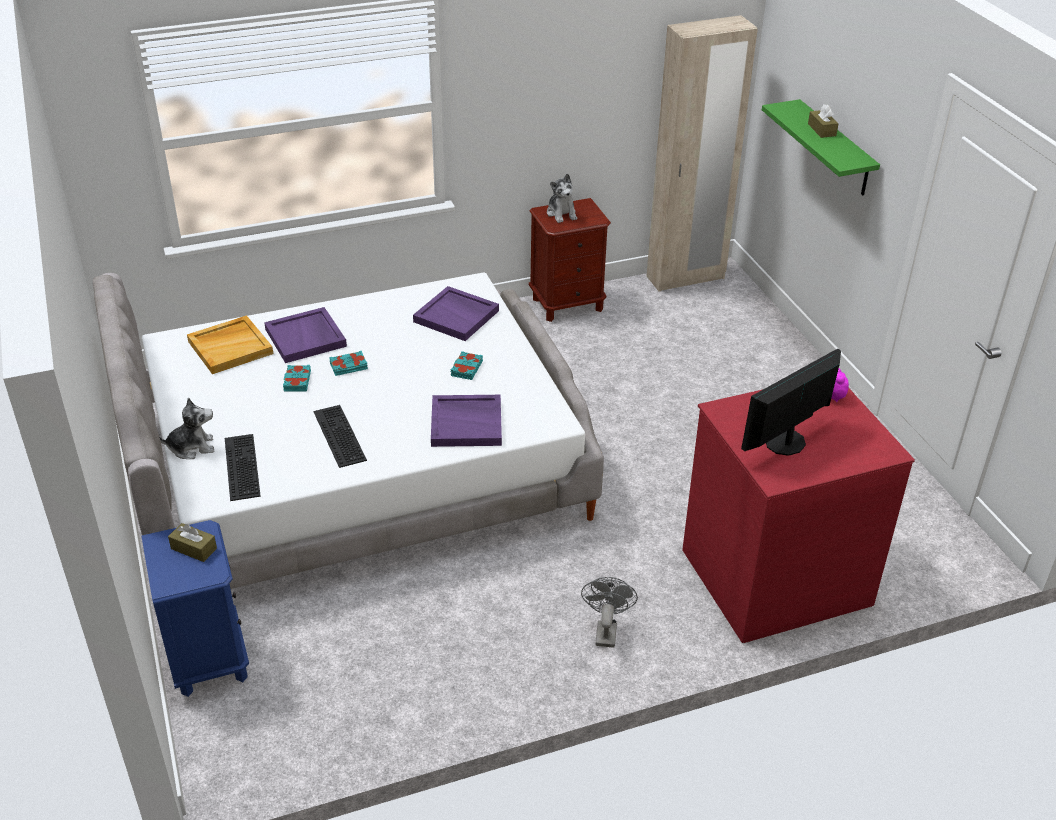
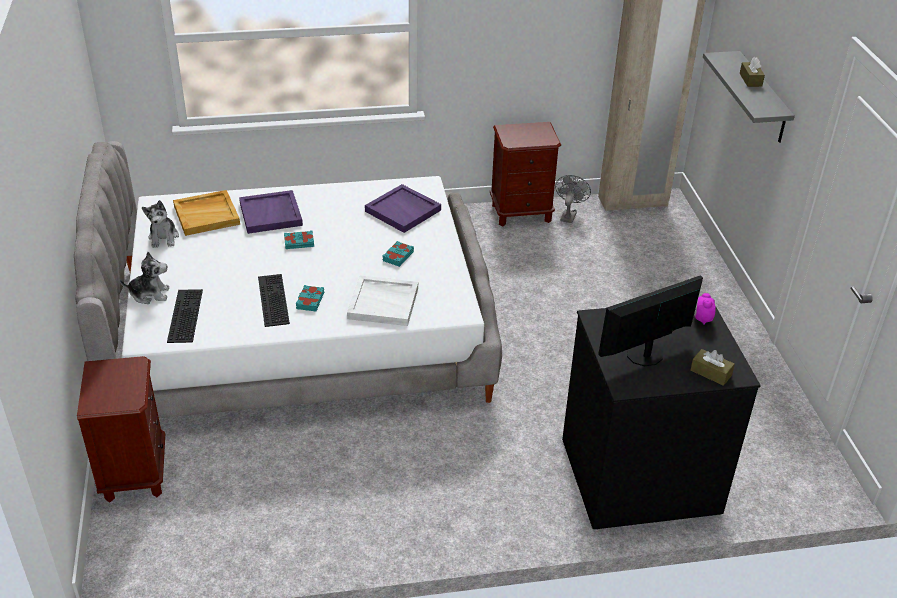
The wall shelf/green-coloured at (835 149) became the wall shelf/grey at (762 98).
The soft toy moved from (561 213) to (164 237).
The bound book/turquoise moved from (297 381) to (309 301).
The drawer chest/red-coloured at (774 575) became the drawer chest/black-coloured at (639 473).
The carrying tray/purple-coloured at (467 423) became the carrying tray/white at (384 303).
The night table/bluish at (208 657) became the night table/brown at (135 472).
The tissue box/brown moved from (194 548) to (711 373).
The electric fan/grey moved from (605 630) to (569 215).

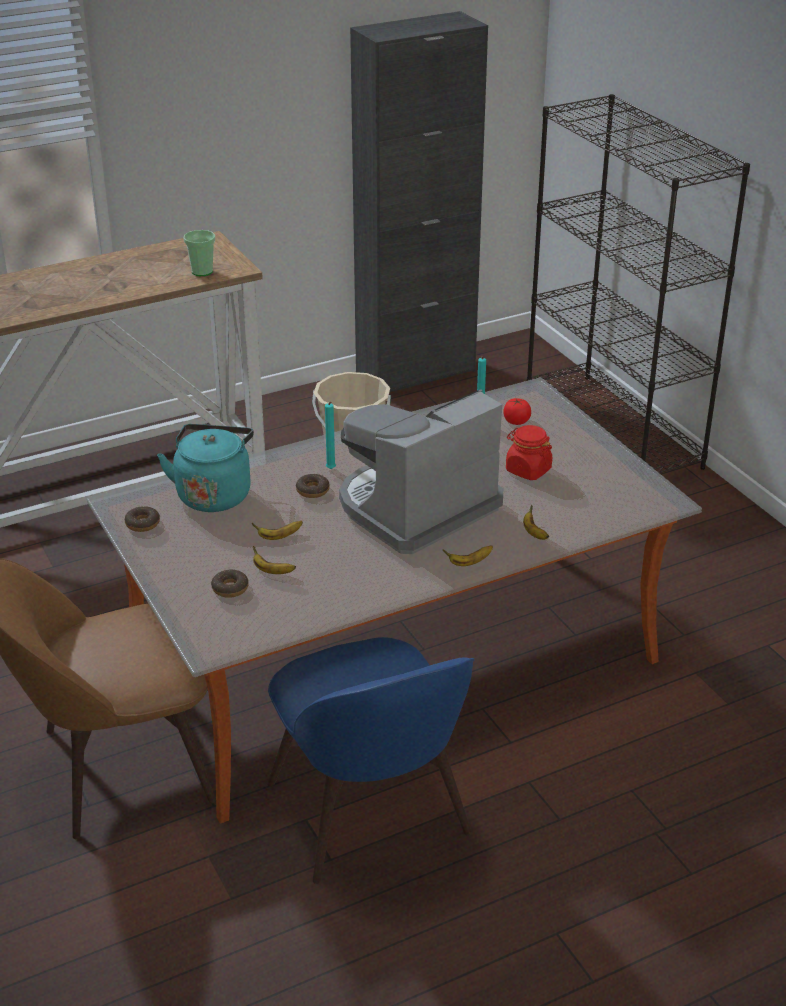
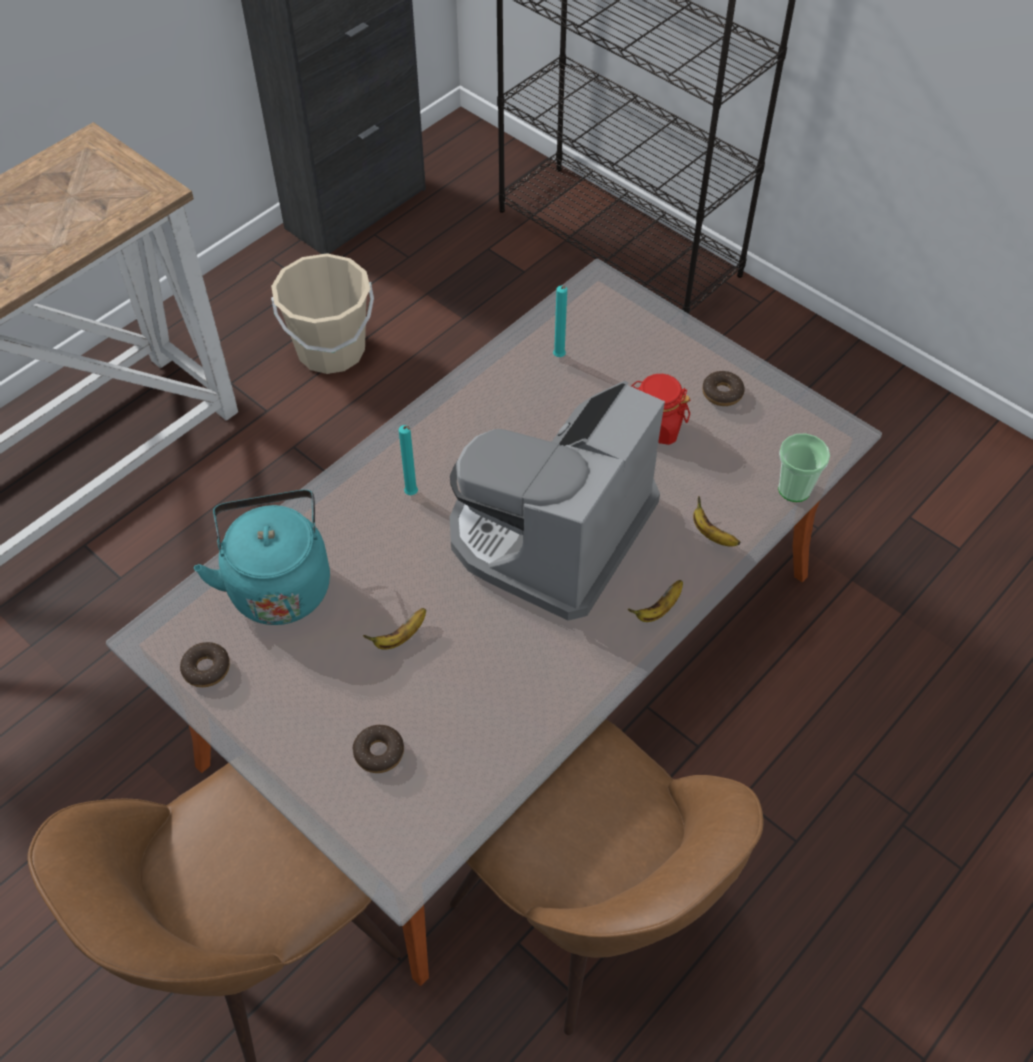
The cup moved from (202 271) to (794 489).
The whole tomato at (516 421) disappeared.
The donut moved from (312 490) to (722 393).
The whole banana at (272 571) disappeared.
The plain chair/bluish at (371 814) became the plain chair/brown at (589 909).

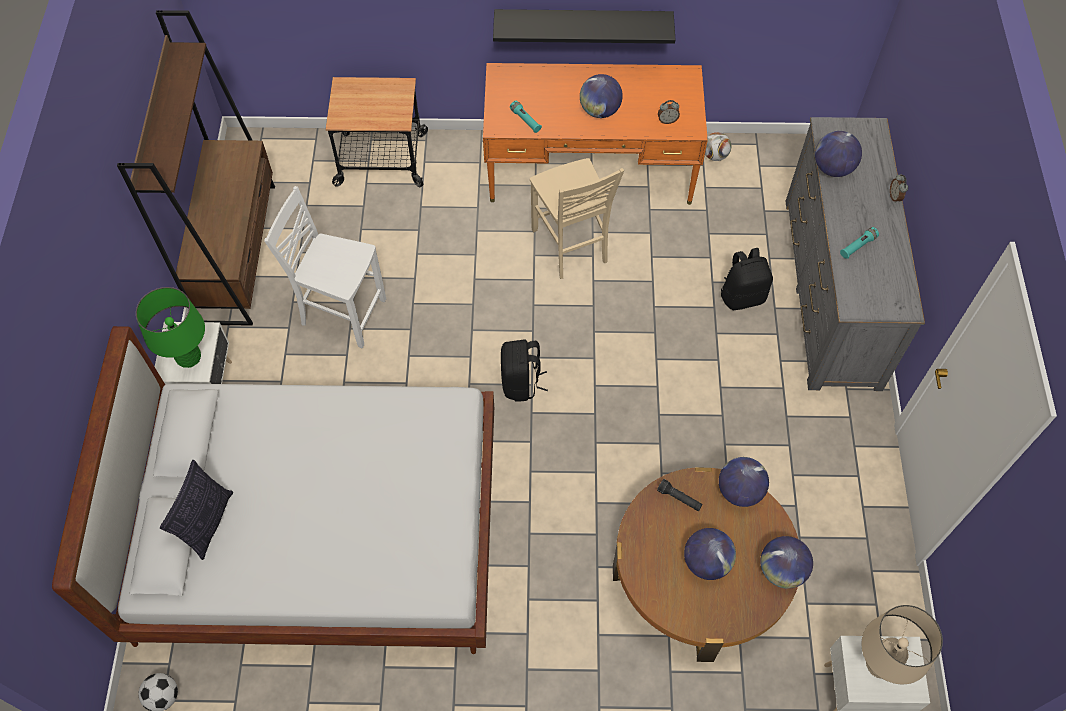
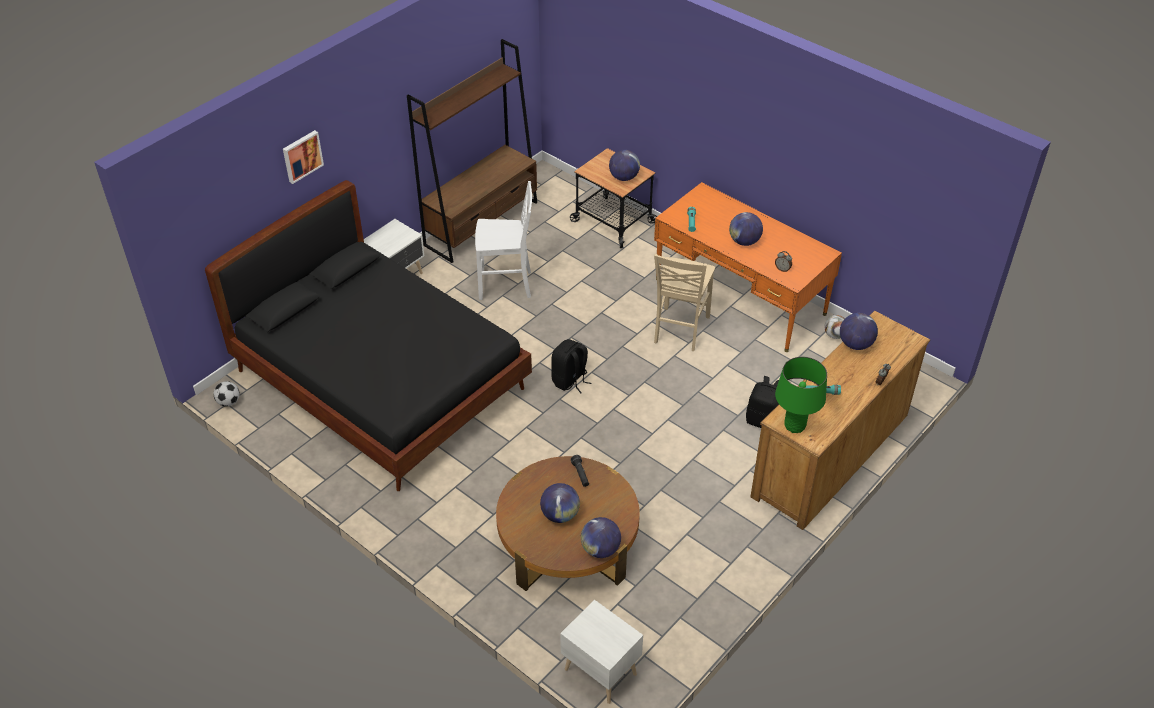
The wall shelf/black-coloured at (583 23) disappeared.
The drawer chest/grey at (831 291) became the drawer chest/brown at (831 455).
The plain chair/white at (342 312) turned 120 degrees clockwise.
The table lamp/green-coloured moved from (188 358) to (794 426).
The bed/white at (320 531) became the bed/black-coloured at (382 381).
The world globe moved from (739 491) to (624 177).
The pillow at (208 522) disappeared.
The table lamp/beige-coloured at (880 665) disappeared.
The wall picture at (302 156) appeared.

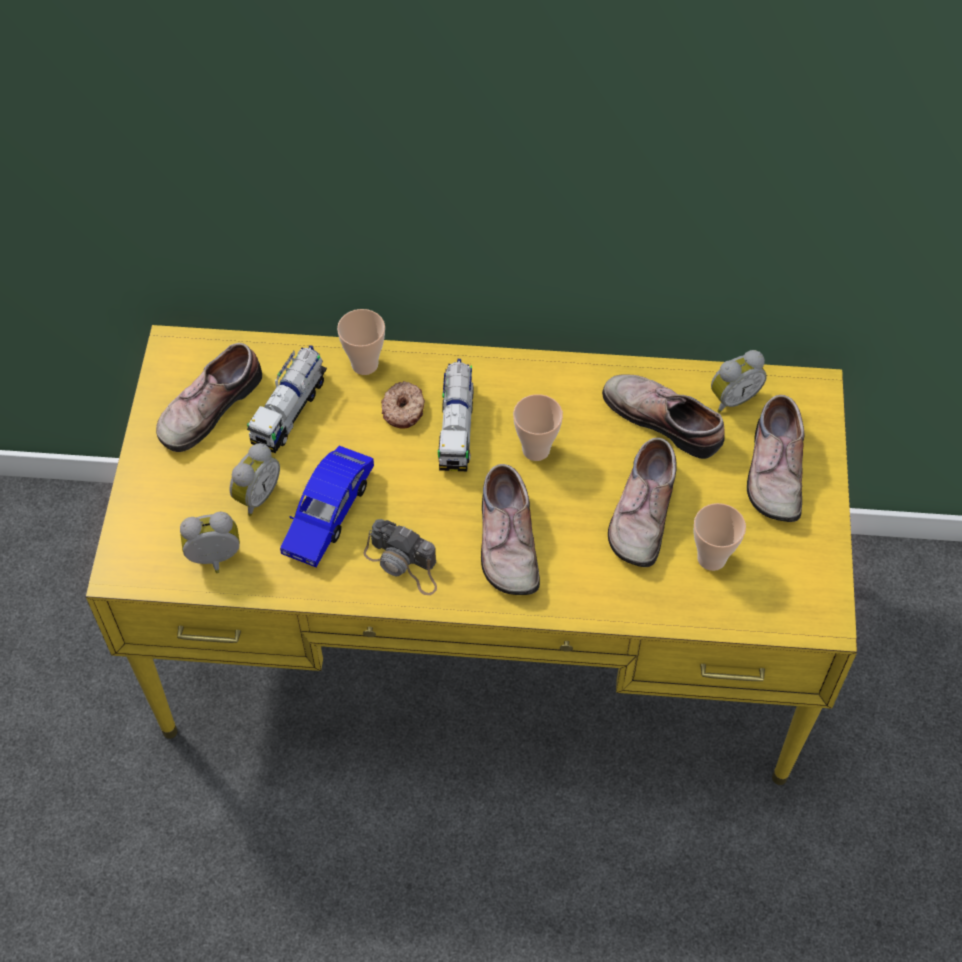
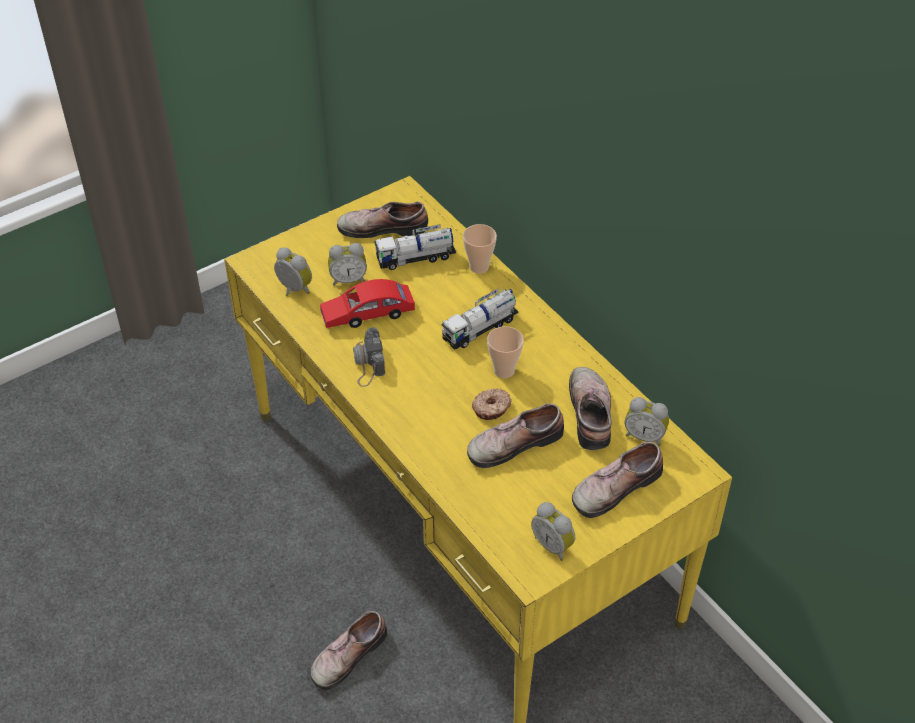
The donut moved from (404 410) to (492 408).
The model car/bluish at (329 513) became the model car/red-coloured at (367 314).
The shoe moved from (505 541) to (346 655).
The cup at (711 558) disappeared.
The table clock at (553 545) appeared.

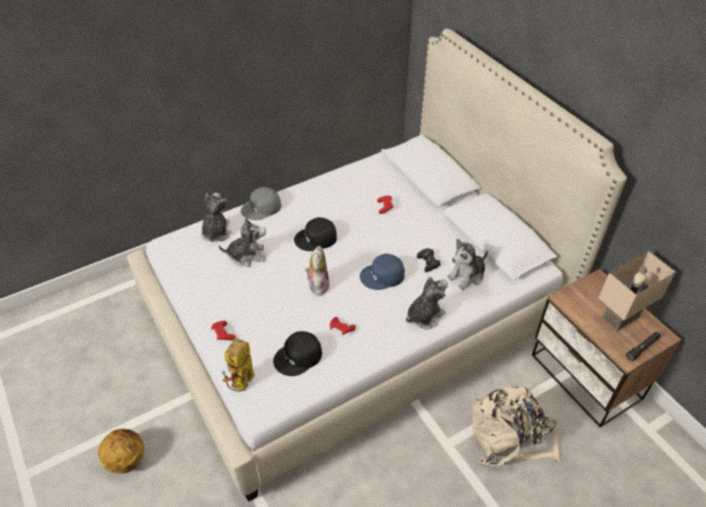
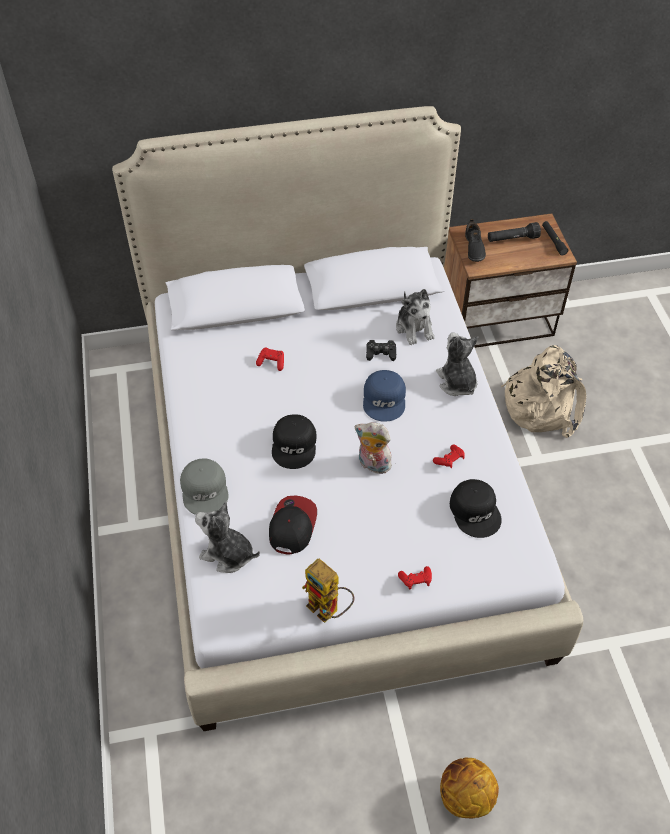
The soft toy at (247 255) was replaced by the cap at (292 526).
The table lamp/beige-coloured at (619 316) was replaced by the hand torch/black-coloured at (512 239).
The robot figure moved from (242 386) to (329 610).
The shoe/black-coloured at (473 248) appeared.

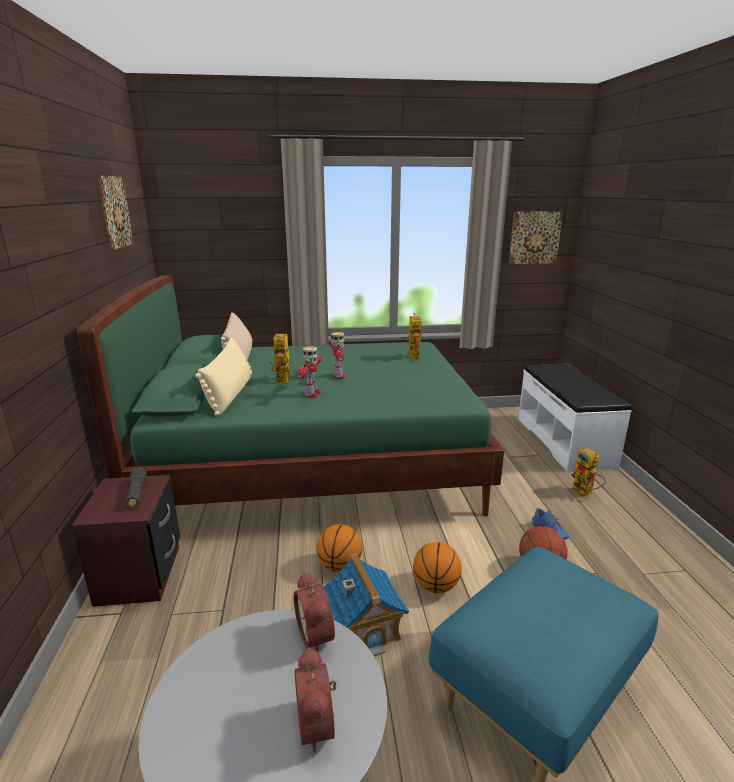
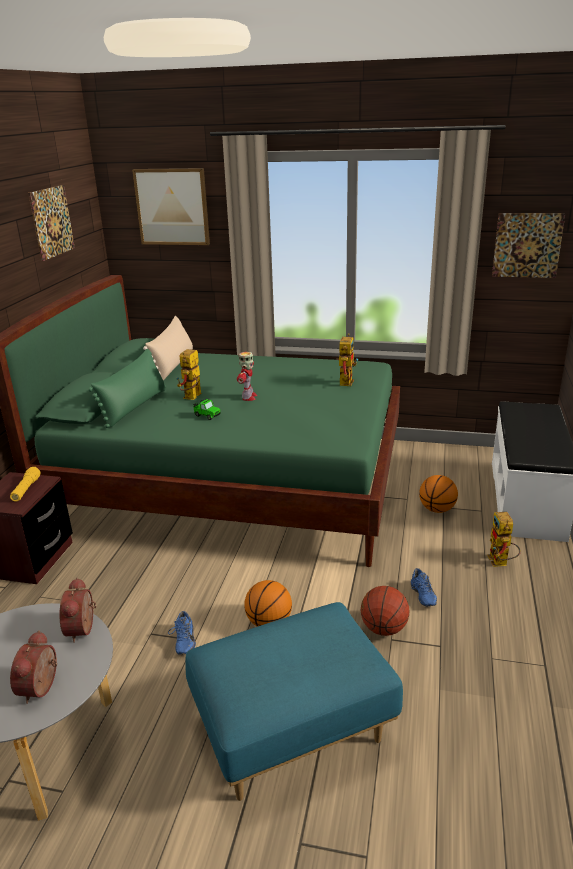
The pillow/beige-coloured at (230 394) became the pillow/green-coloured at (134 407).
The robot figure at (312 394) was replaced by the model car at (206 415).
The hand torch/black-coloured at (137 493) became the hand torch/yellow at (26 490).
The basketball moved from (340 566) to (437 509).
The model house at (364 626) was replaced by the shoe/bluish at (183 642).
The wall picture at (172 207) appeared.

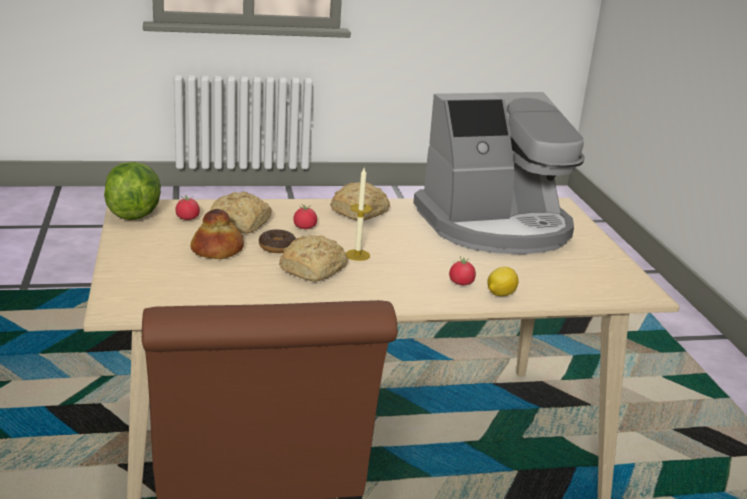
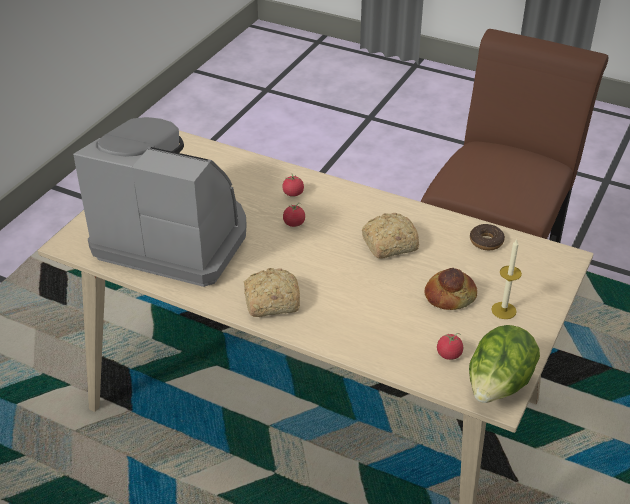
The wax light moved from (357 255) to (503 310).
The bread at (241 224) disappeared.
The whole tomato moved from (304 228) to (294 223).
The donut moved from (277 247) to (486 241).
The lemon at (500 294) disappeared.

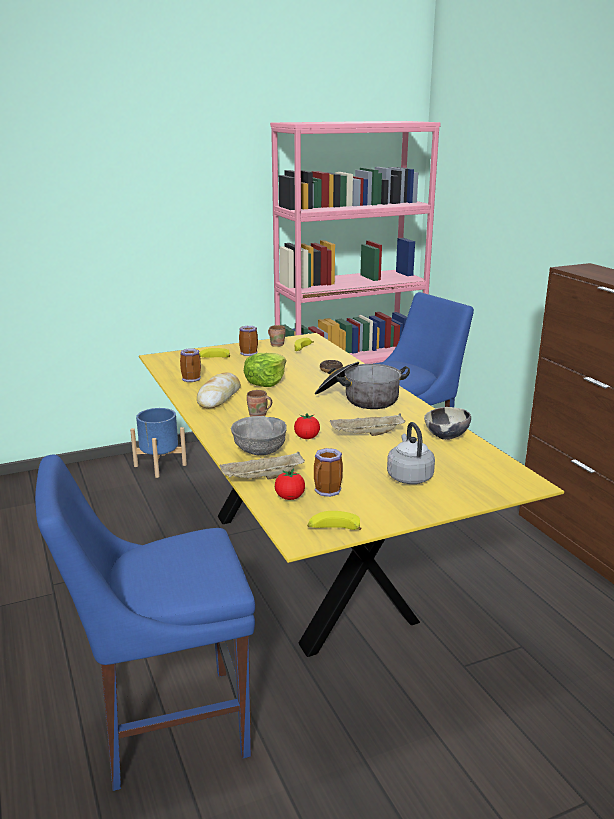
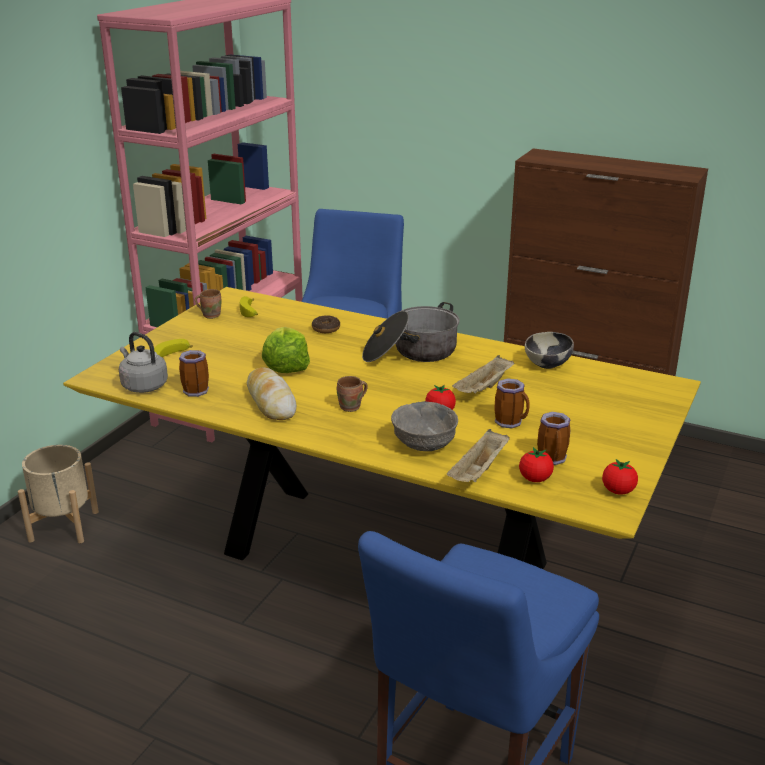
The mug moved from (250 354) to (511 422).
The planter/bluish at (160 465) became the planter/beige-coloured at (63 526).
The kettle/grey moved from (409 476) to (143 385).
The whole banana at (333 529) was replaced by the whole tomato at (618 491).

